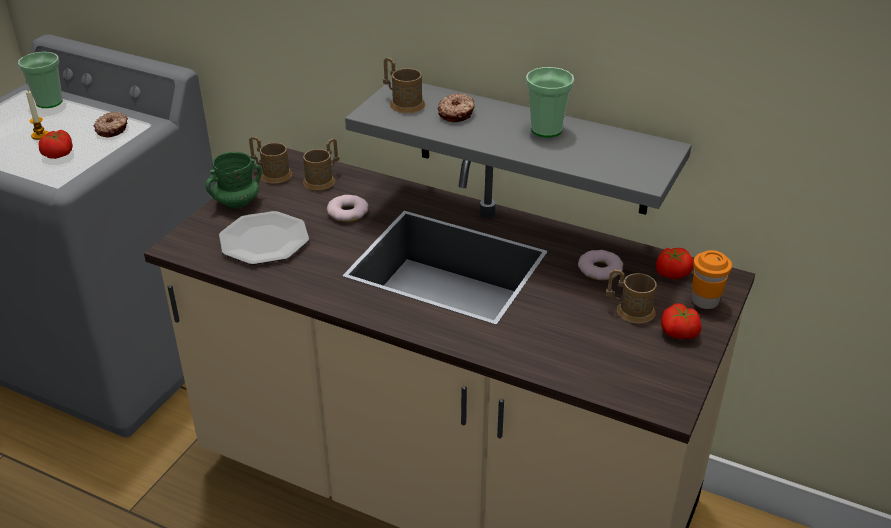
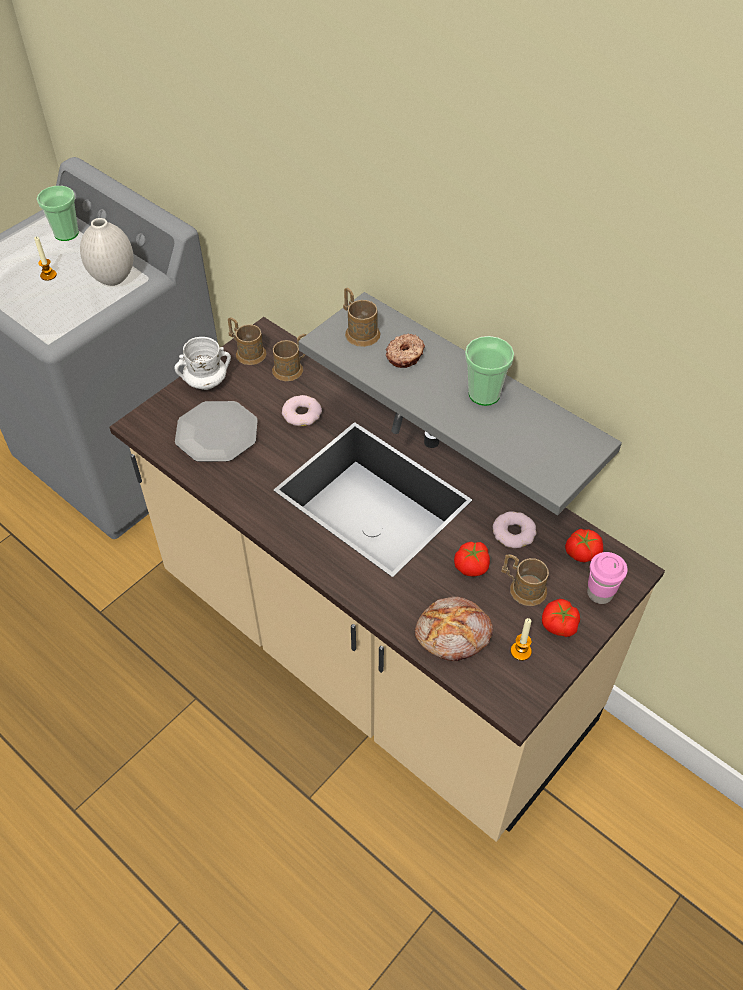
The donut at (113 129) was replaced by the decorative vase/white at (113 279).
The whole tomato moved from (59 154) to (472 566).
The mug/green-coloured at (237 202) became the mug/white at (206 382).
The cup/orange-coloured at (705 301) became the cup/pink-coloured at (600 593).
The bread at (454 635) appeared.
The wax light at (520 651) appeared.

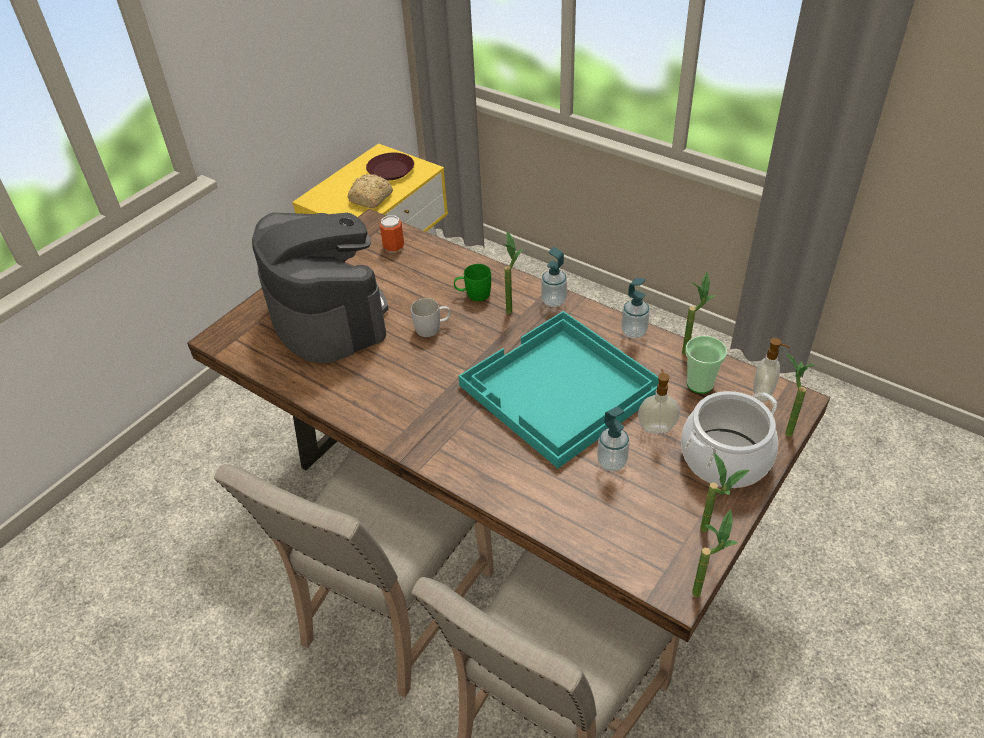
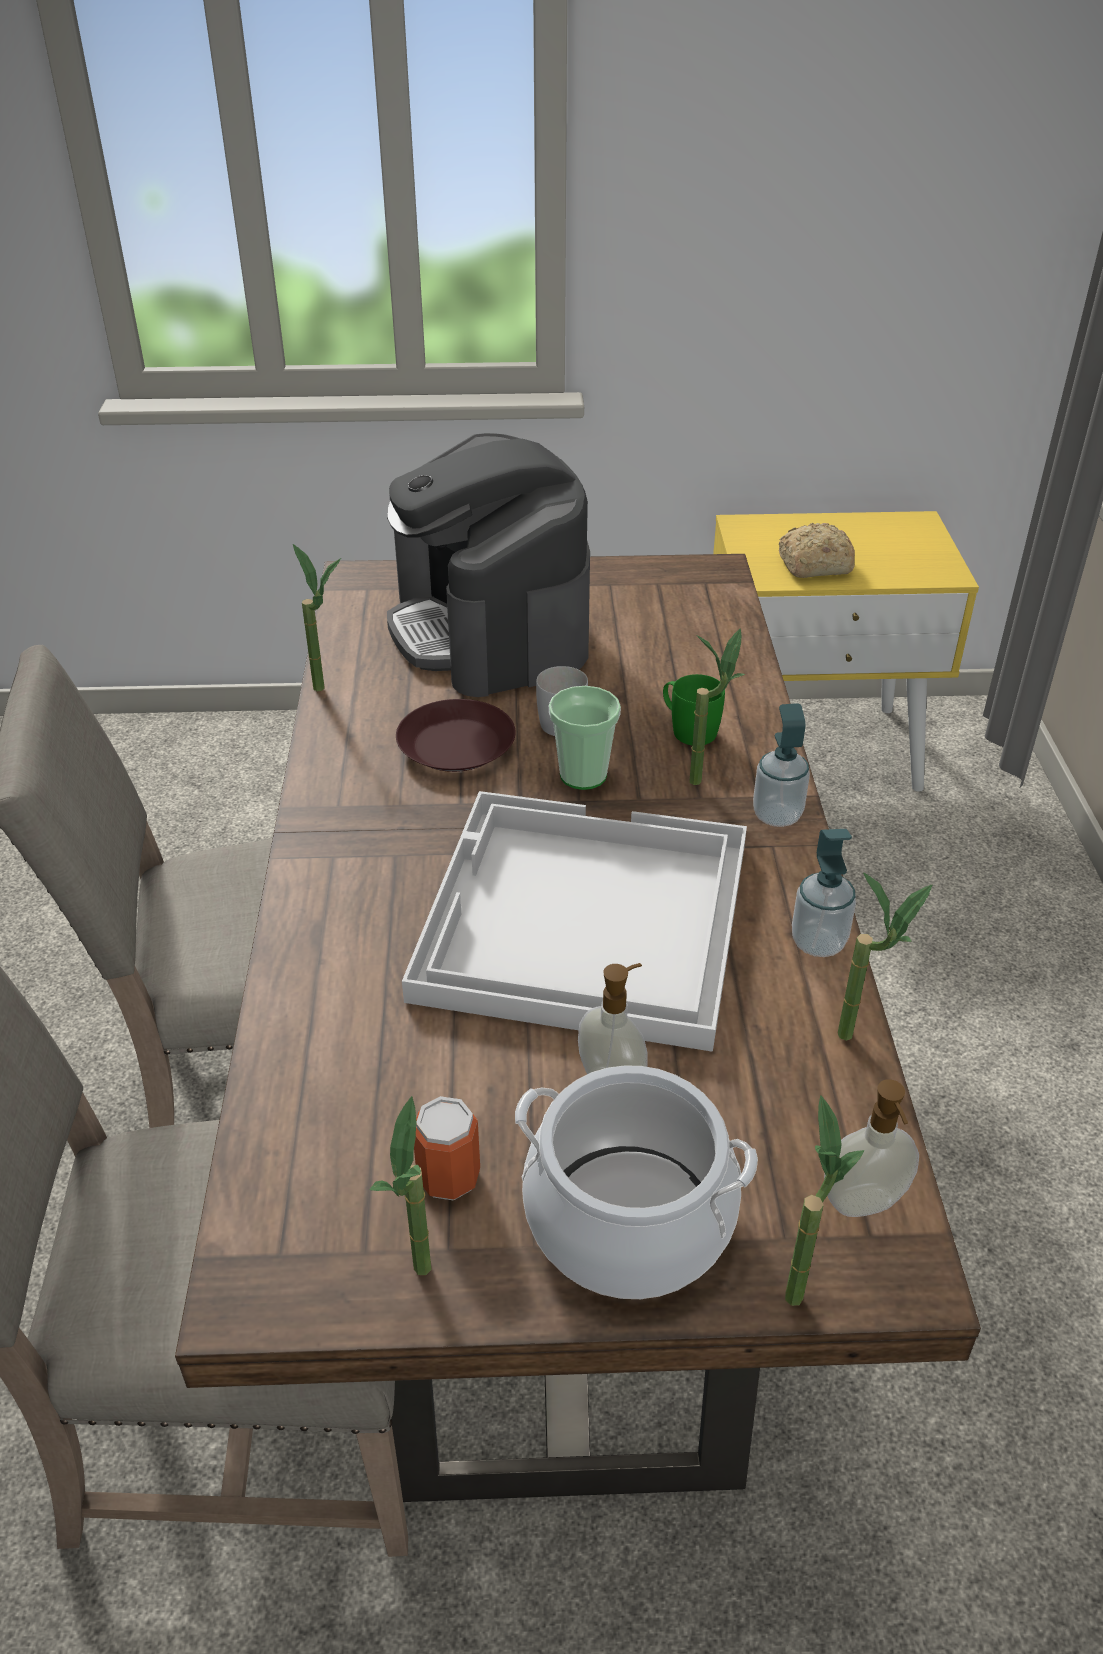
The plate/brown moved from (390 171) to (455 745).
The coffee machine at (327 315) turned 135 degrees clockwise.
The metal can moved from (394 247) to (449 1177).
The carrying tray/turquoise at (560 390) became the carrying tray/white at (581 921).
The cup moved from (700 384) to (583 775).
The soap bottle at (611 462) disappeared.
The plant in a pot moved from (703 589) to (329 690).

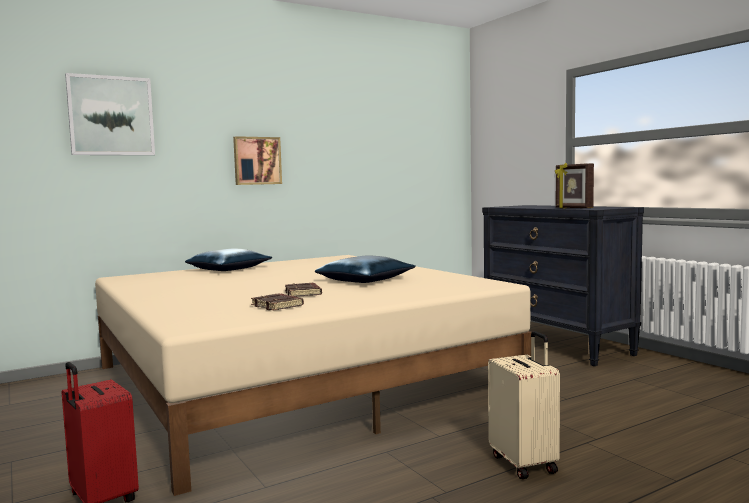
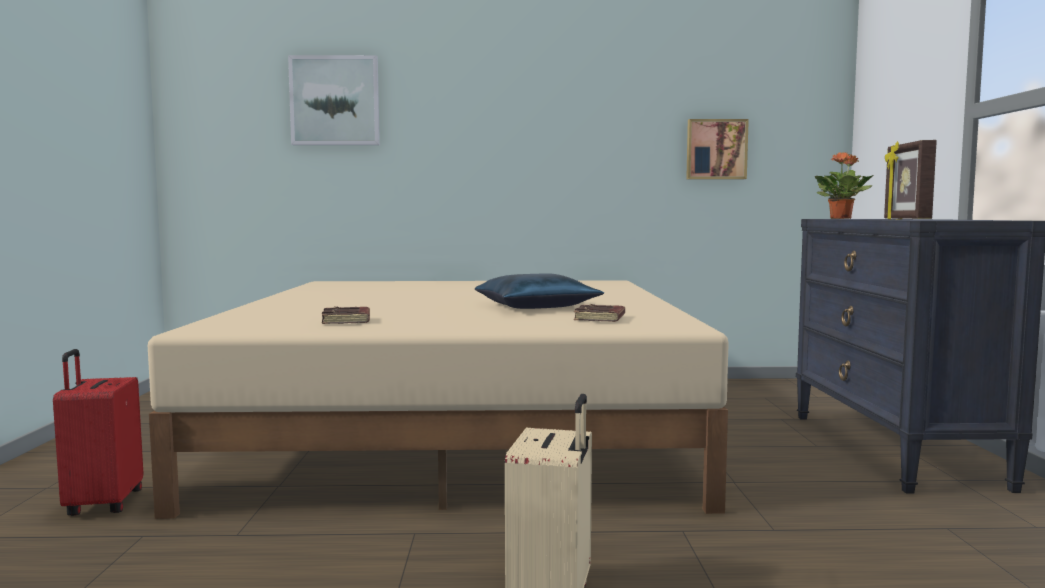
The wall picture moved from (257 161) to (716 149).
The pillow/bluish at (229 269) disappeared.
The bound book/brown moved from (304 293) to (600 319).
The plant in a pot at (841 218) appeared.

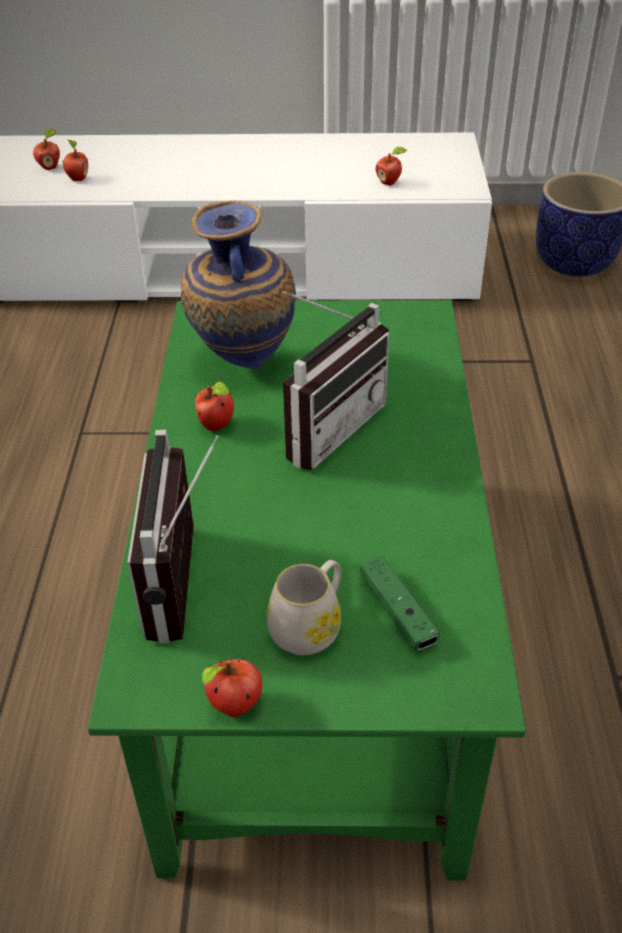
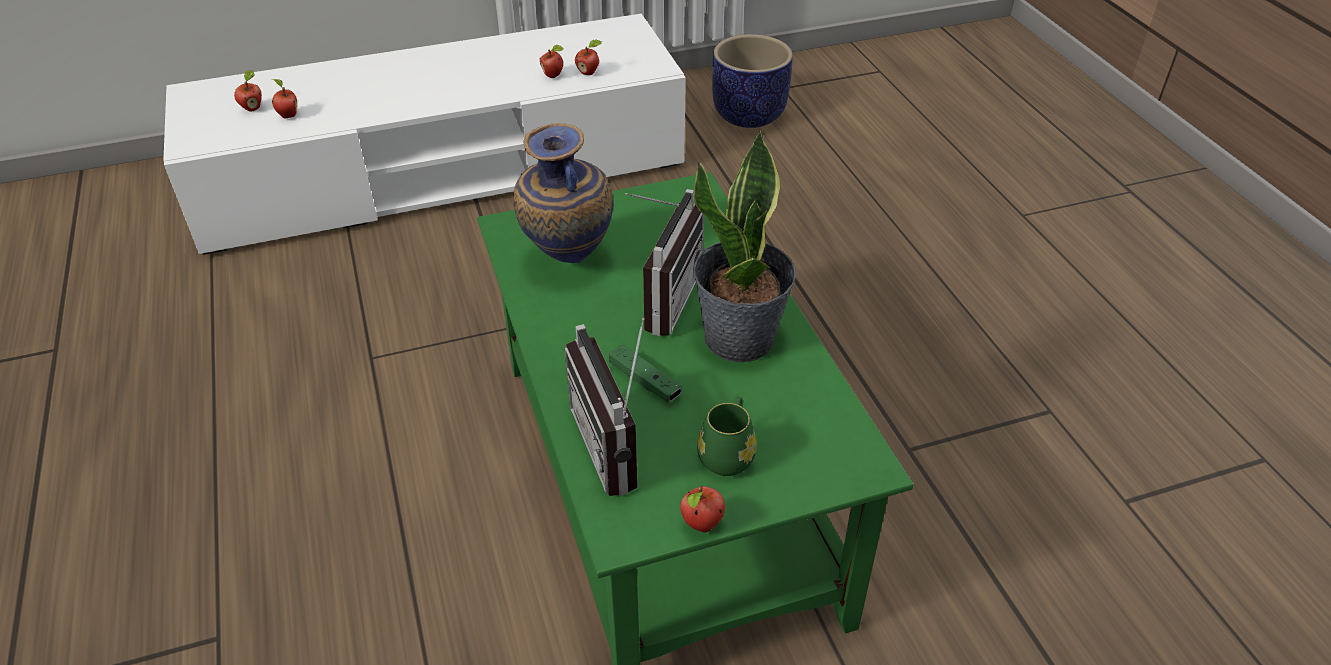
The apple fruit moved from (217 425) to (553 76).
The gamepad/green-coloured moved from (397 611) to (644 381).
The mug/white at (310 626) became the mug/green-coloured at (728 453).
The plant in a pot at (740 338) appeared.

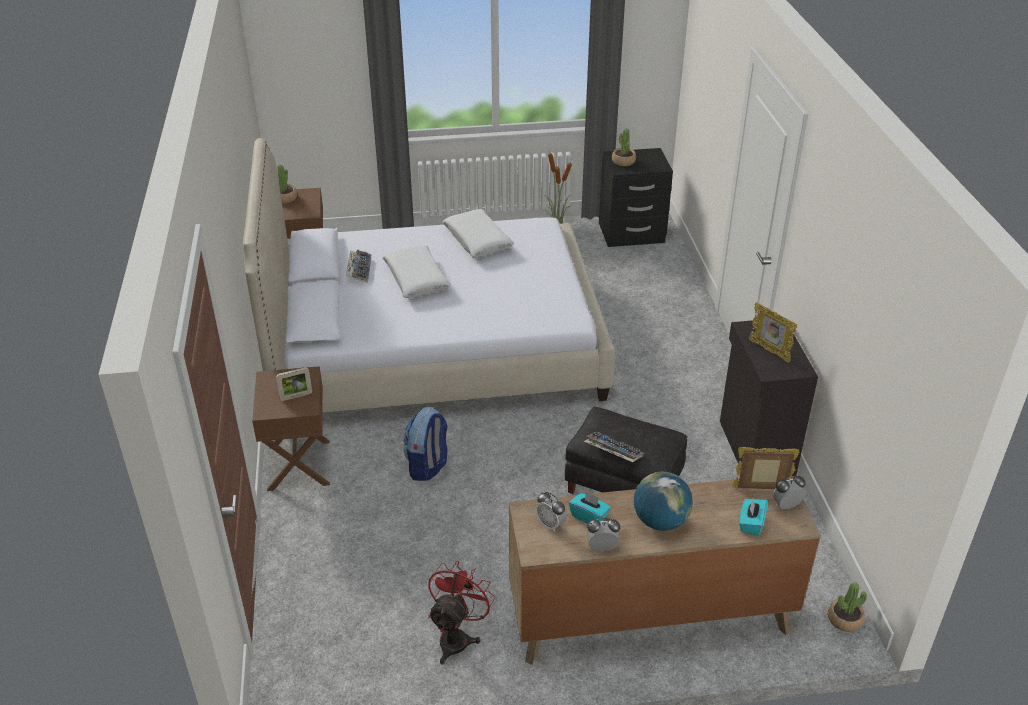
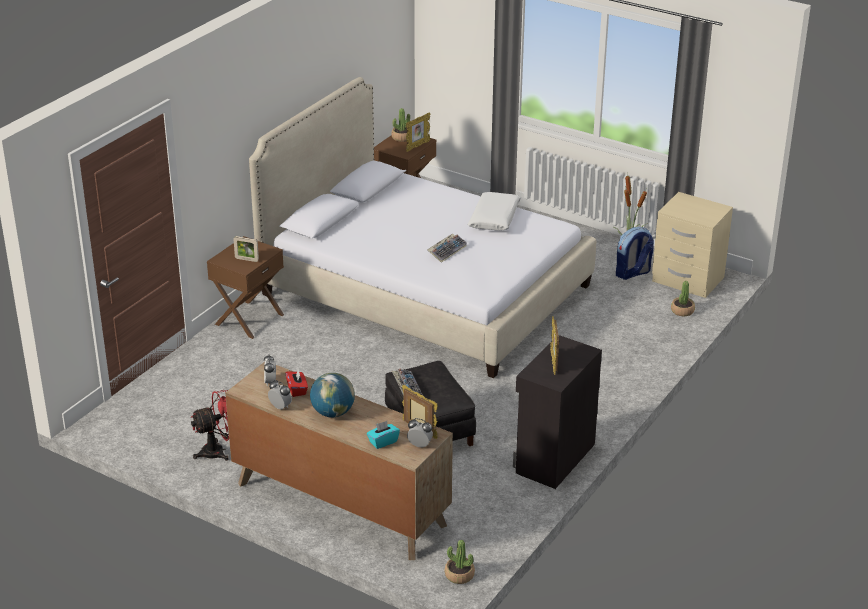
The plant in a pot moved from (623 161) to (682 311).
The night table/black-coloured at (631 234) became the night table/beige-coloured at (687 280).
The pillow/white at (416 279) disappeared.
The keyboard moved from (359 269) to (447 251).
The rucksack moved from (428 466) to (632 273).
The tissue box/turquoise at (589 516) became the tissue box/red-coloured at (297 390).
The standing frame at (417 146) appeared.

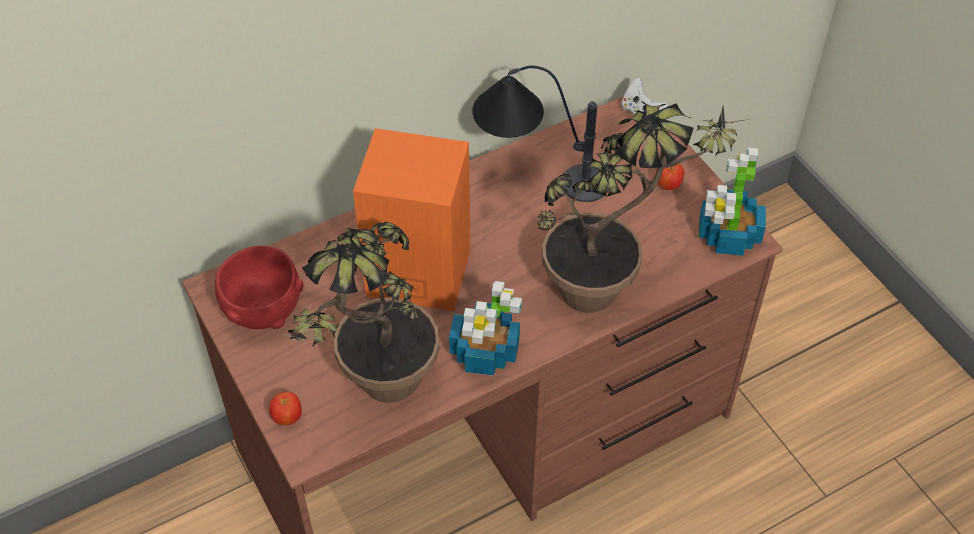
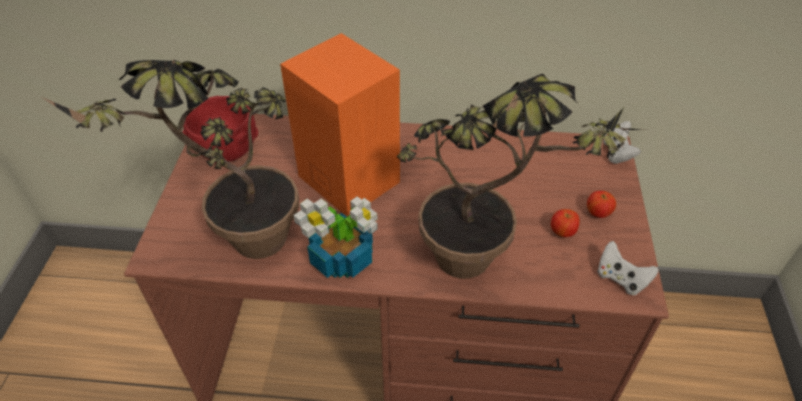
The table lamp at (535 176) disappeared.
The plant in a pot at (727 236) was replaced by the gamepad/white at (621 279).
The apple fruit moved from (287 417) to (562 232).

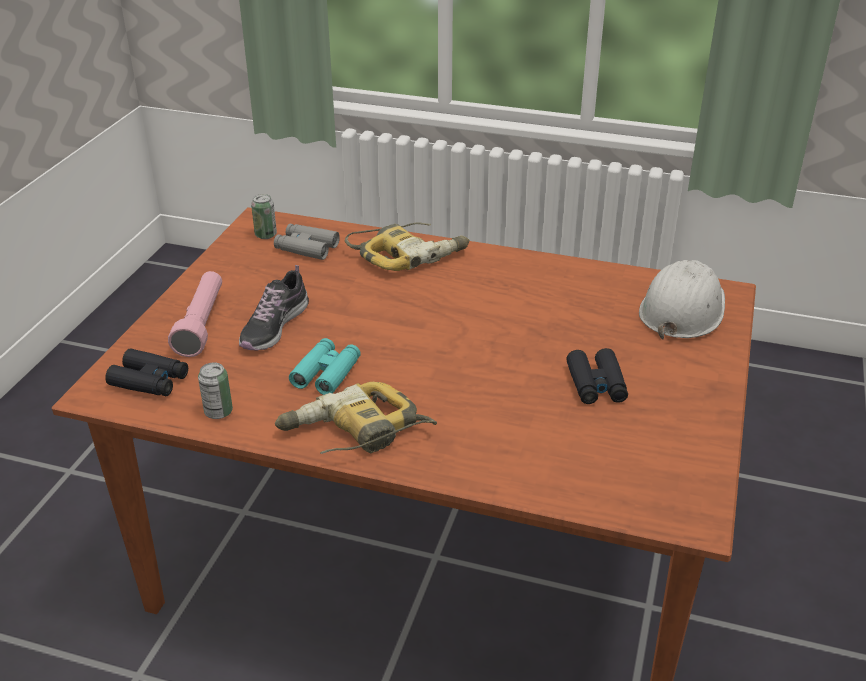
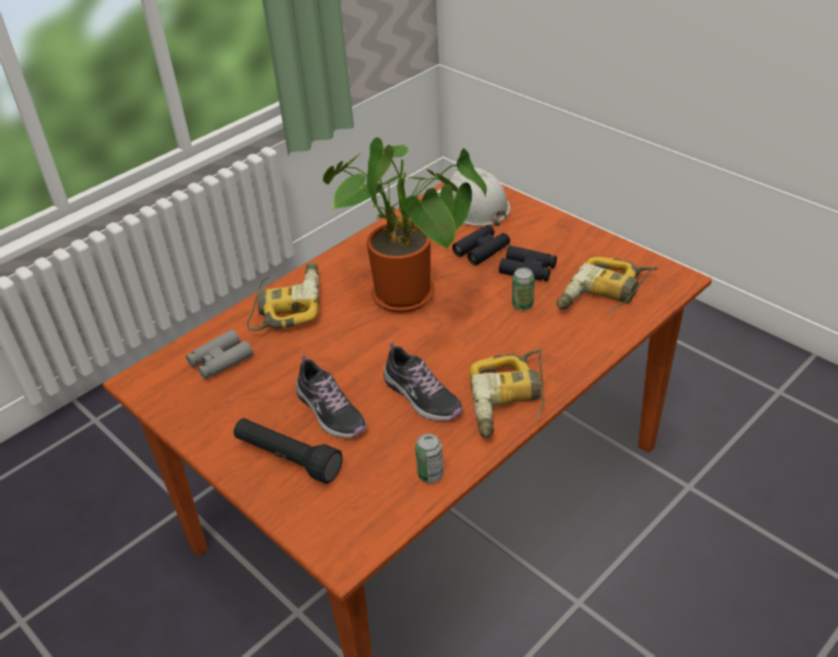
The metal can moved from (266 235) to (522 305).
The hand torch/pink-coloured at (202 324) became the hand torch/black-coloured at (287 458).
The binoculars/turquoise at (326 373) was replaced by the shoe at (421 397).
The binoculars/black-coloured moved from (149 381) to (481 250).
The plant in a pot at (411 296) appeared.
The power drill at (604 296) appeared.

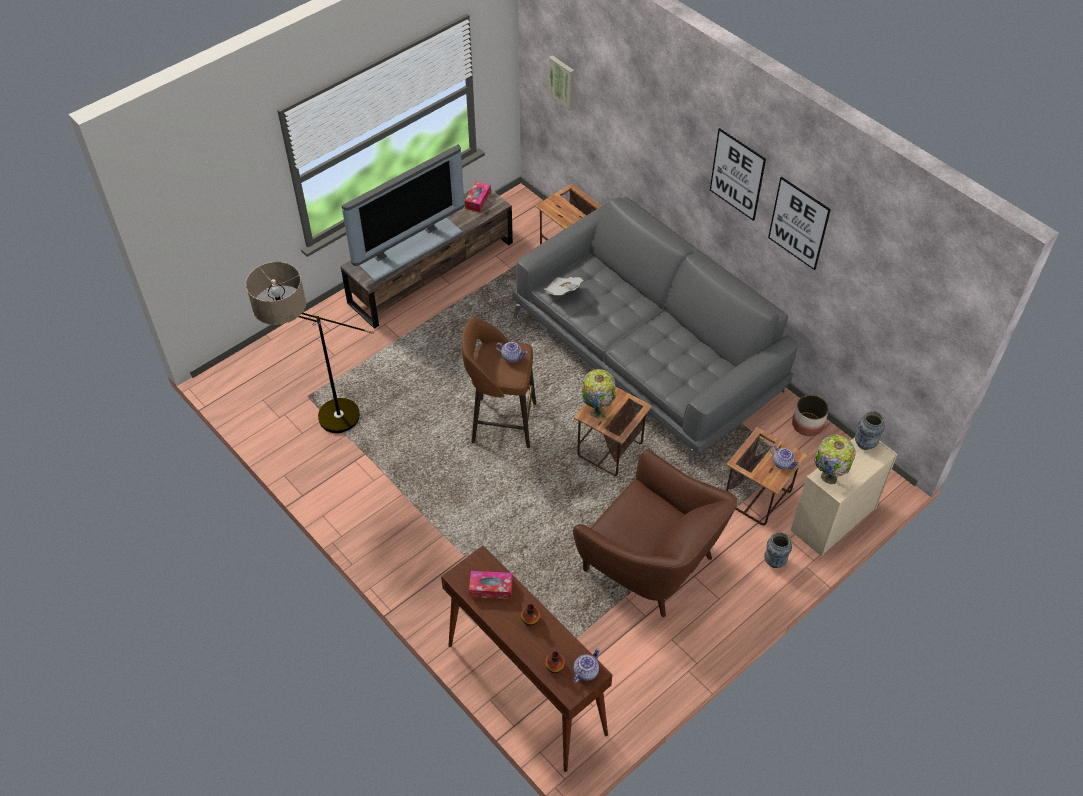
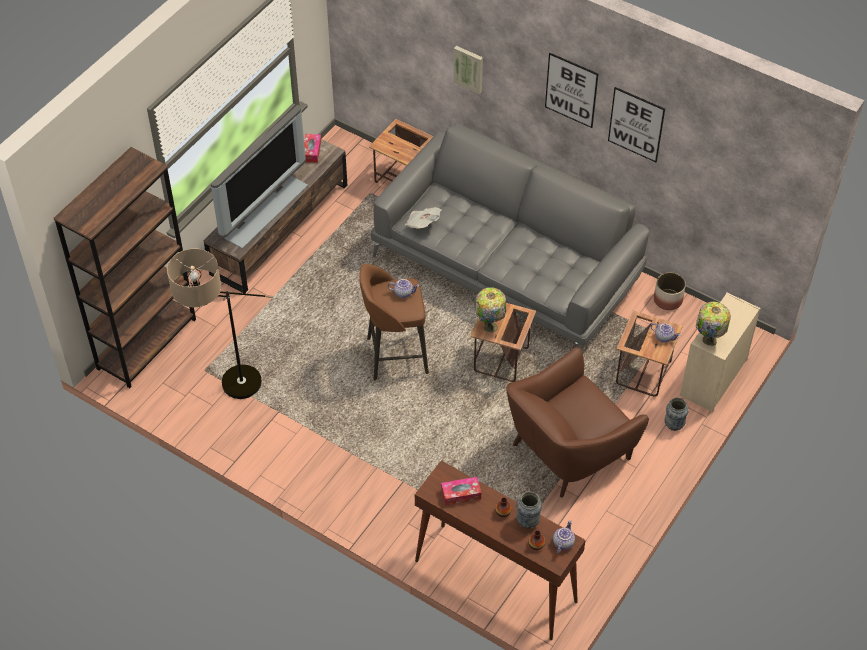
The wall picture moved from (562 82) to (469 68).
The decorative vase moved from (865 443) to (527 521).
The armchair/brown at (650 562) turned 120 degrees clockwise.
The bookcase/brown at (147 343) appeared.

